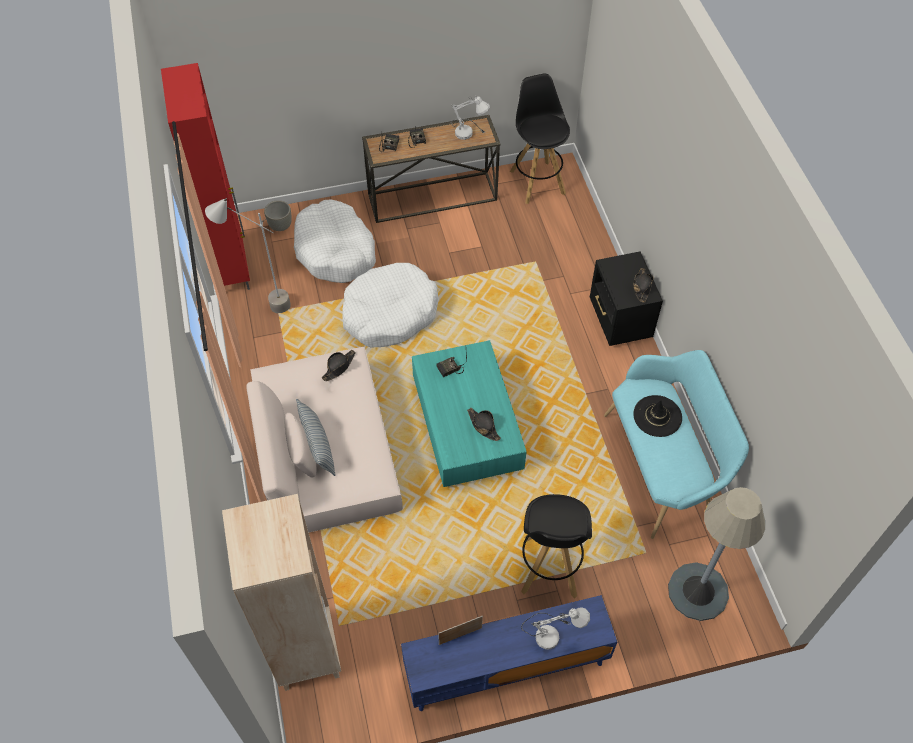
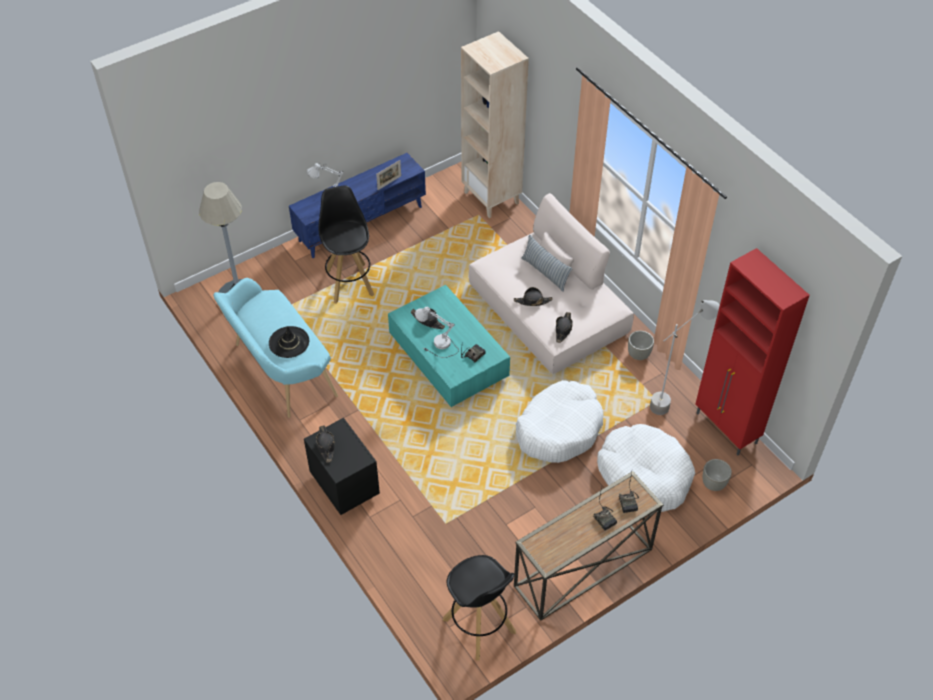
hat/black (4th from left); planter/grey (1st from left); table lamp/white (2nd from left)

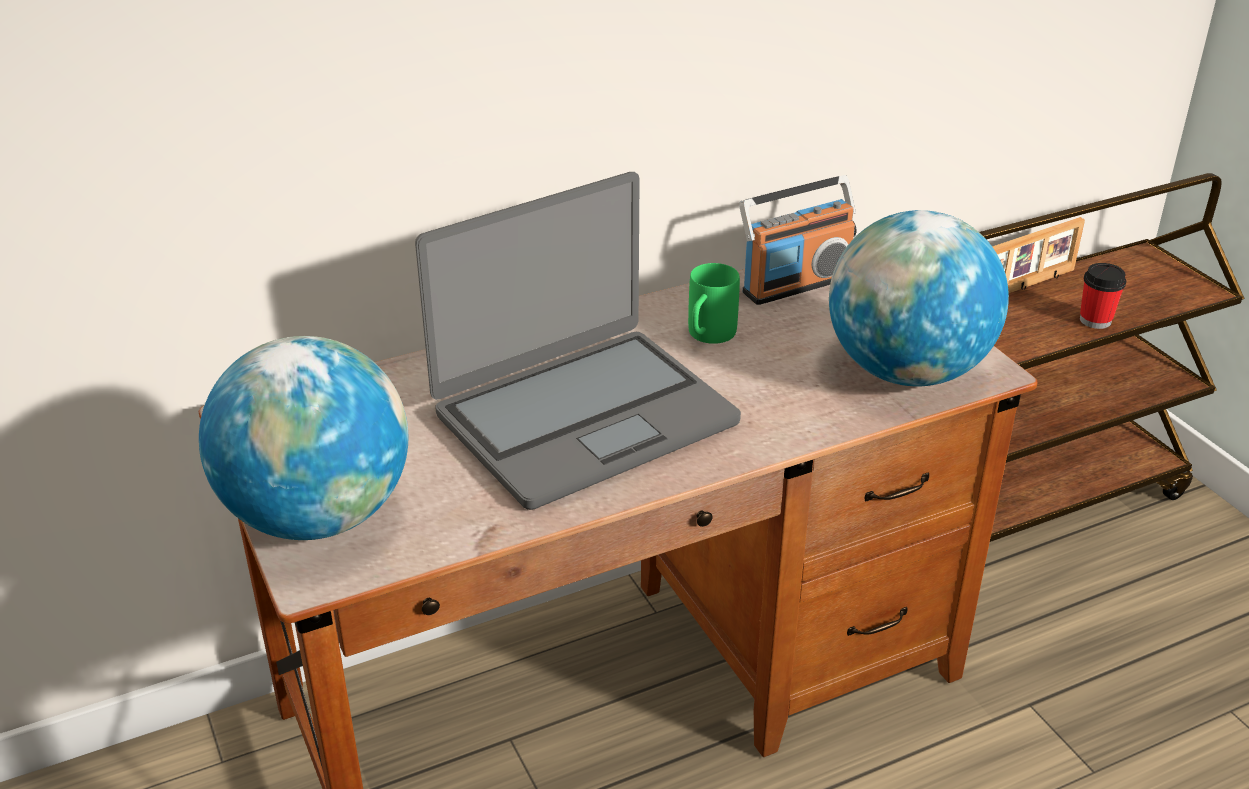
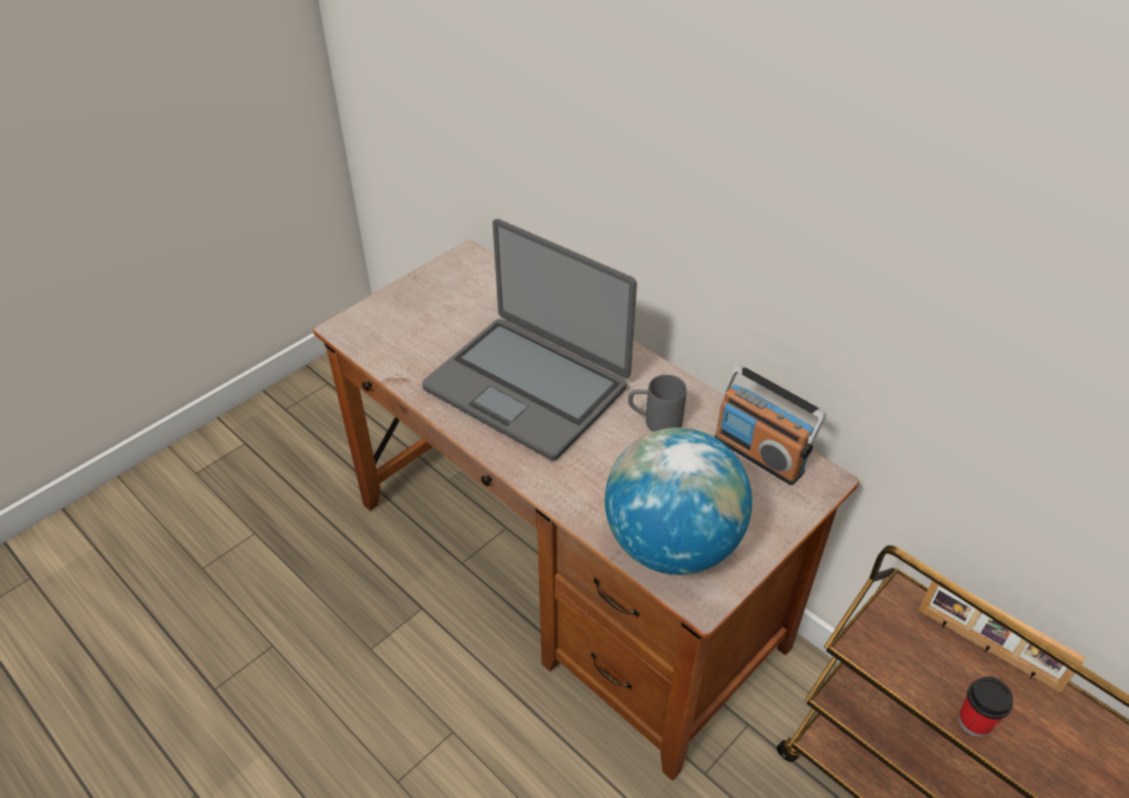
globe (1st from left in the first image); mug/grey

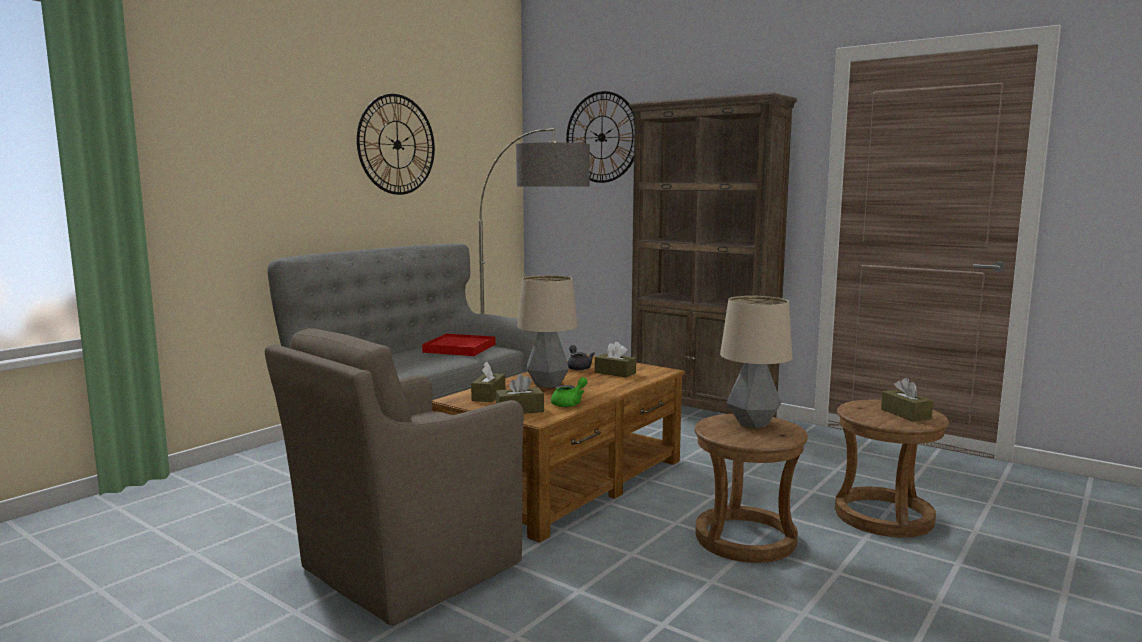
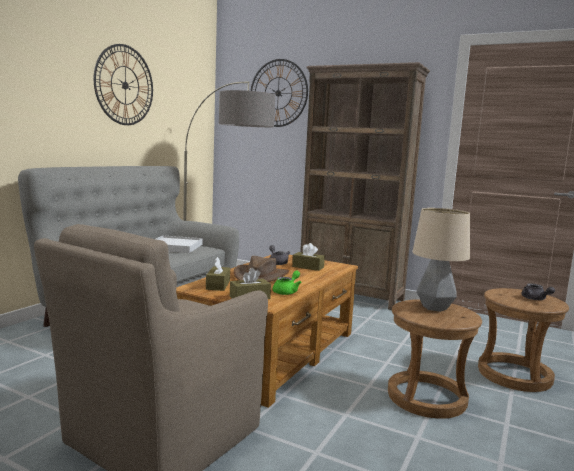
hat/brown; teapot/grey (2nd from left); tray/white

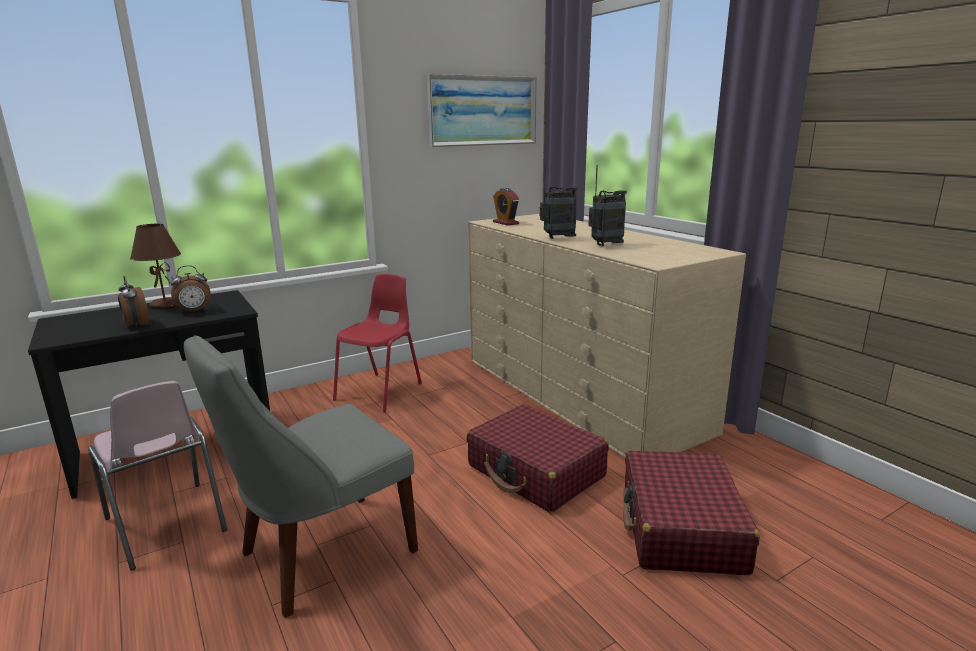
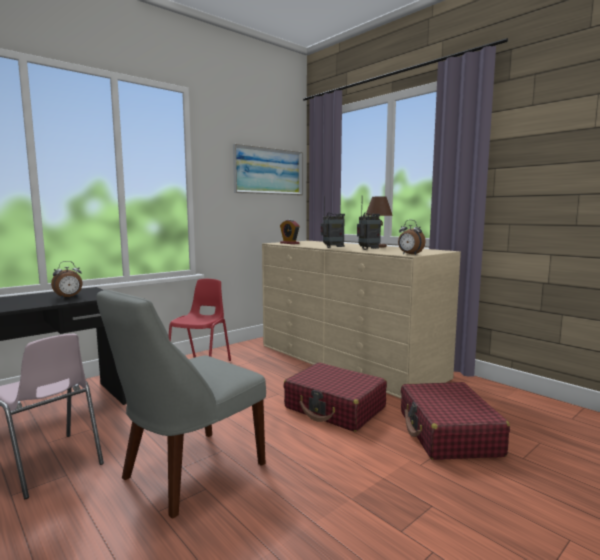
alarm clock (3rd from left); table lamp/brown

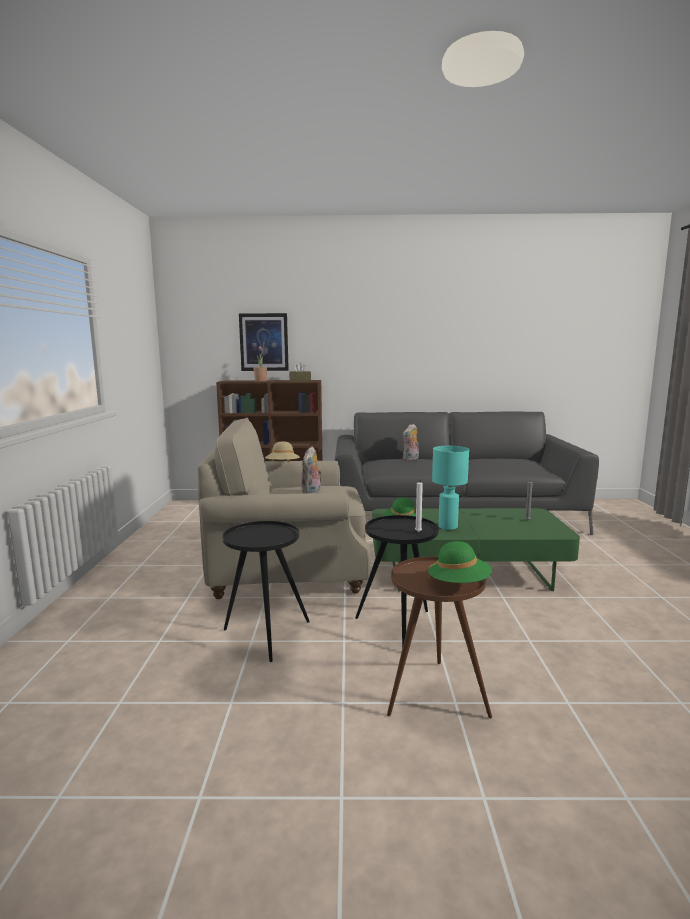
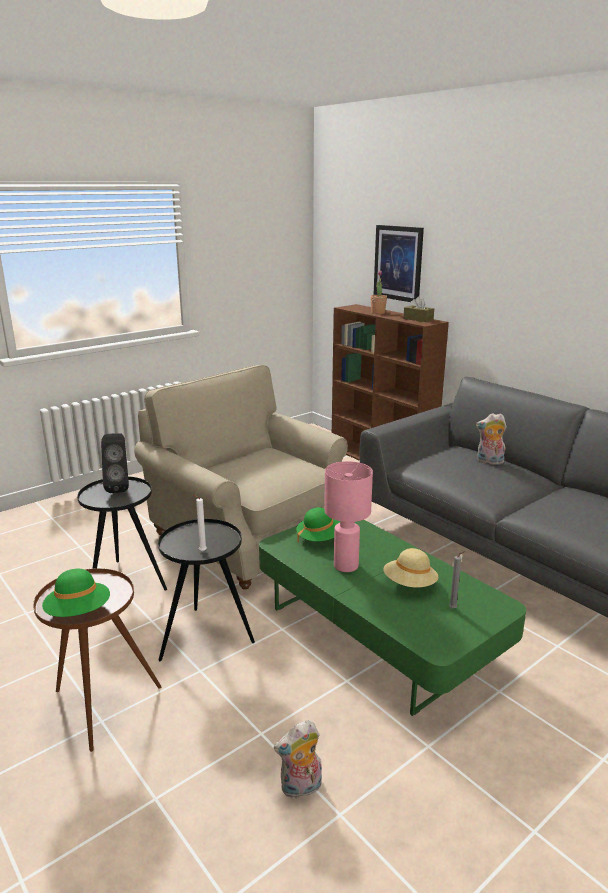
speaker/black; hat/beige; plush toy (1st from left); table lamp/pink

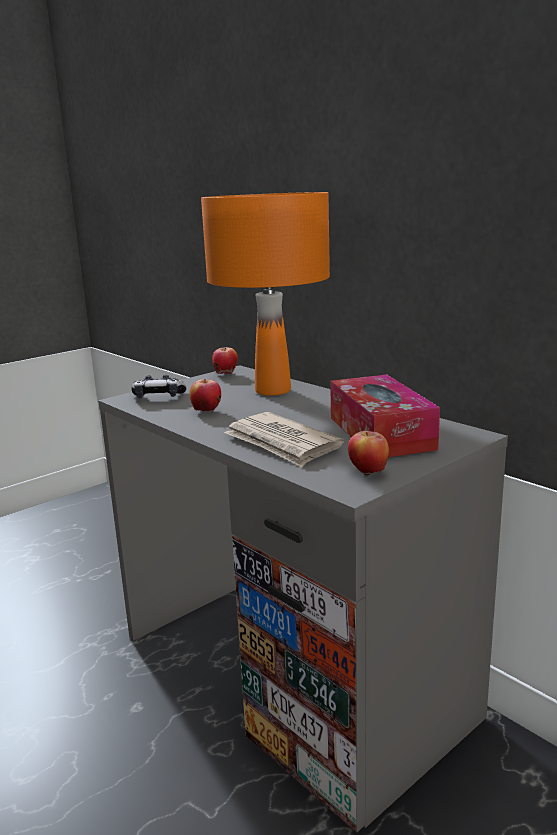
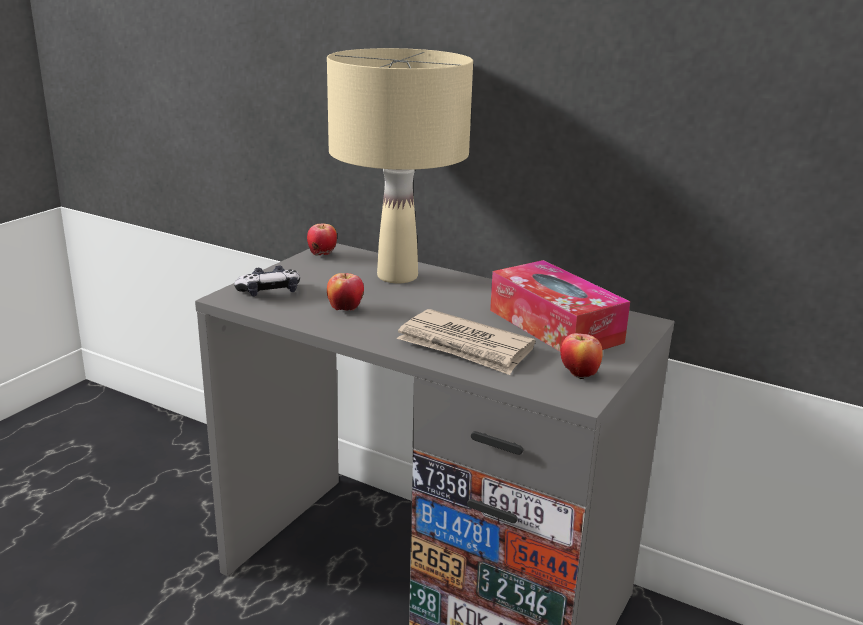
table lamp/beige

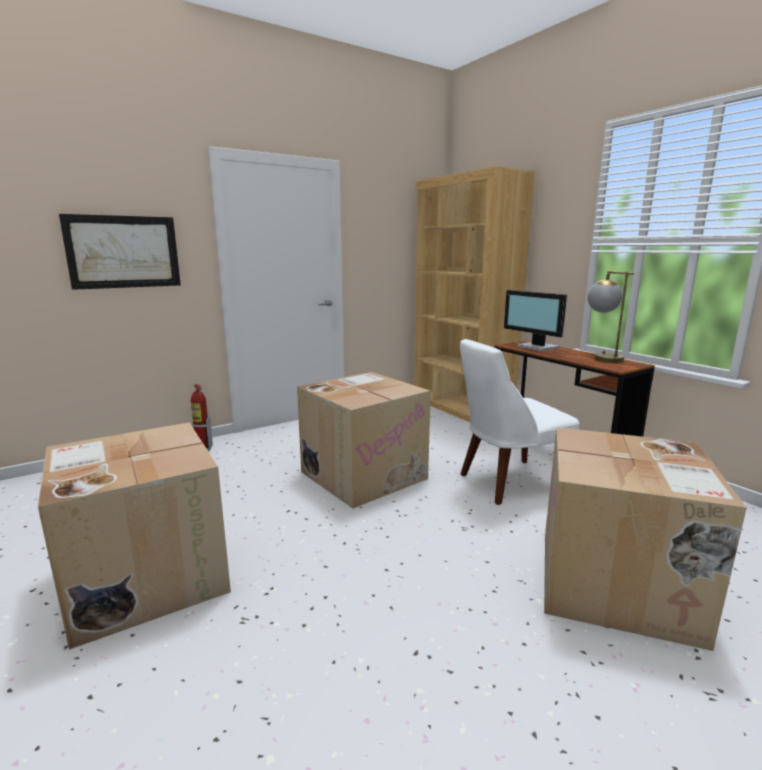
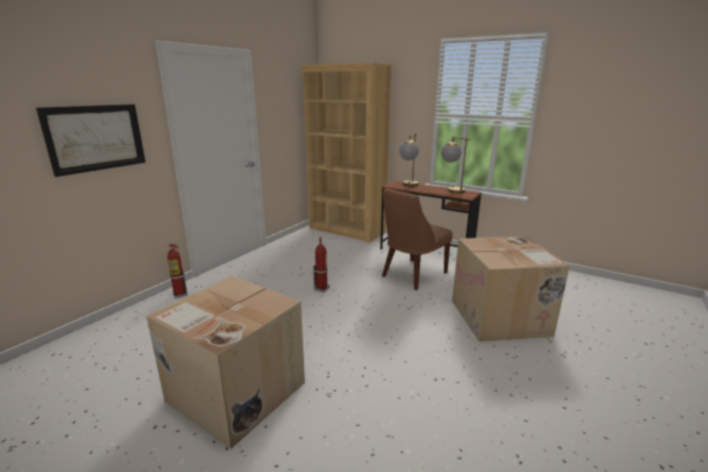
fire extinguisher (2nd from left); table lamp (1st from left); chair/brown

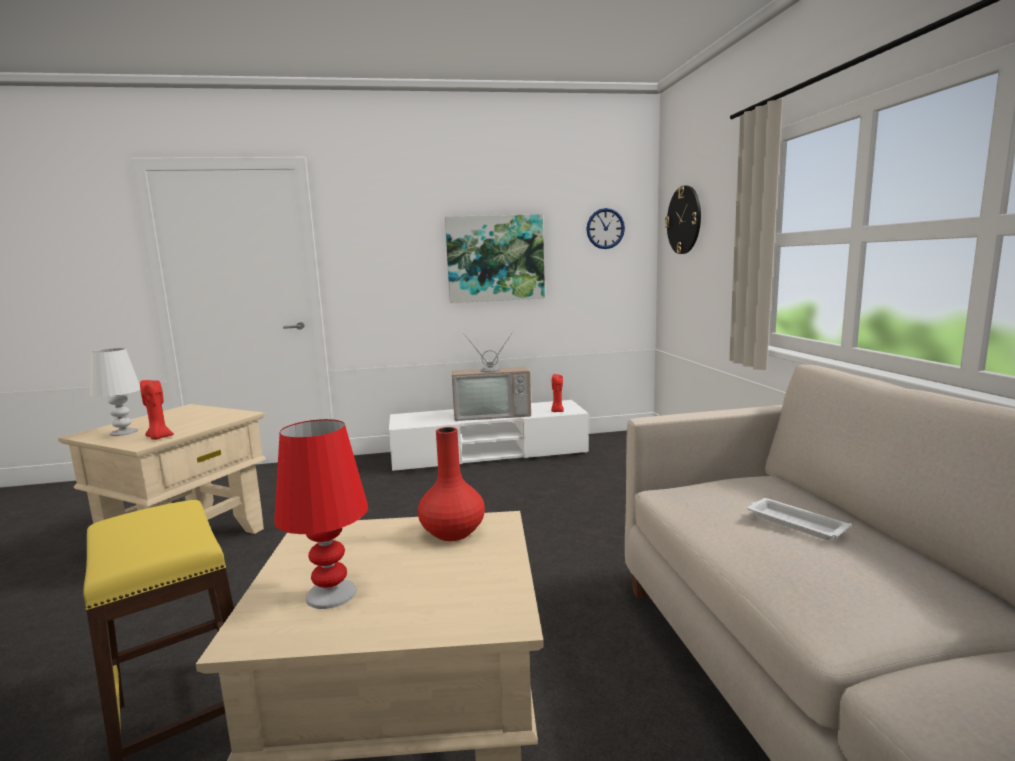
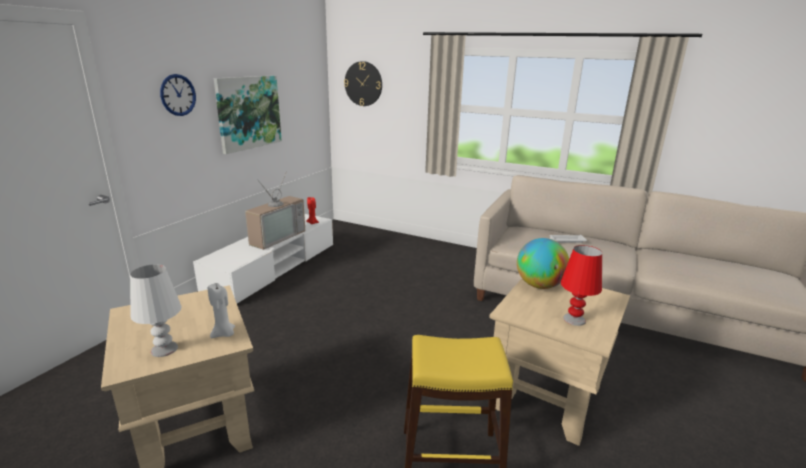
wall clock (1st from left); globe; candle/white

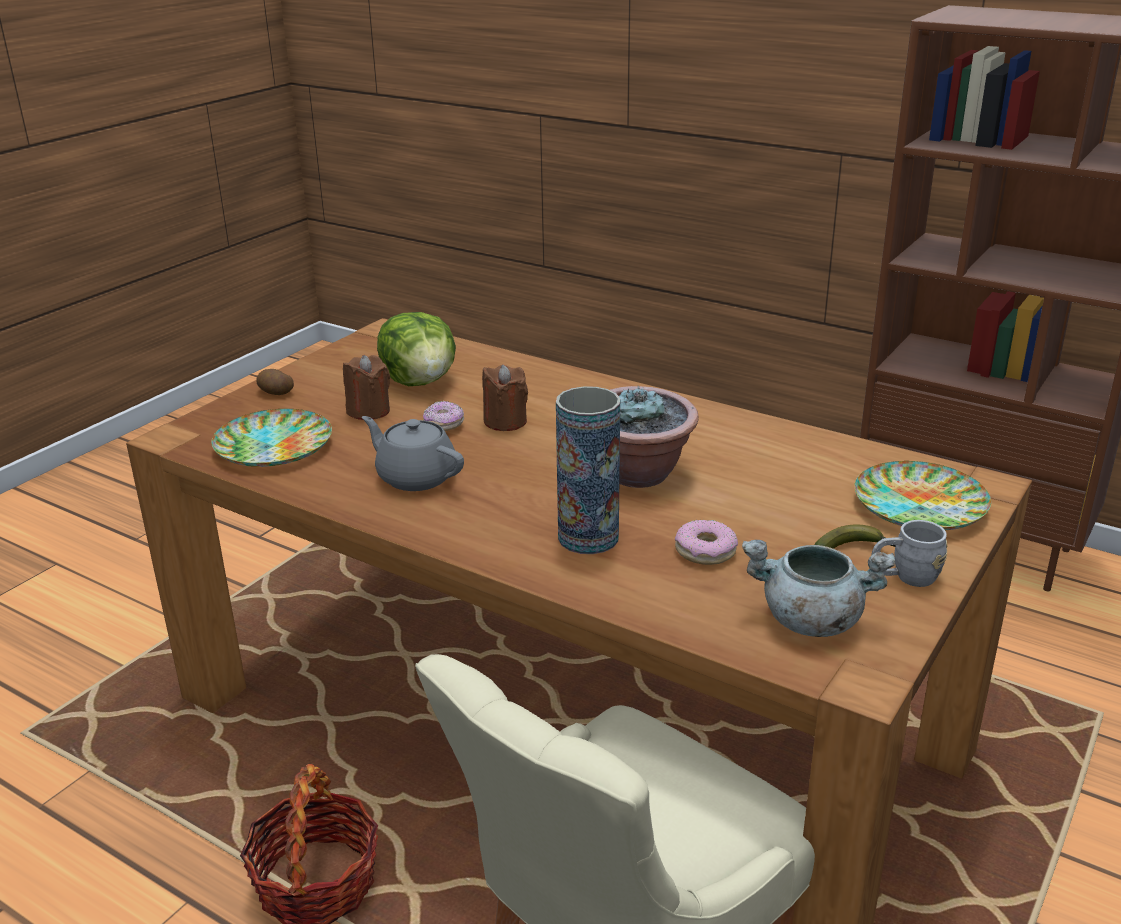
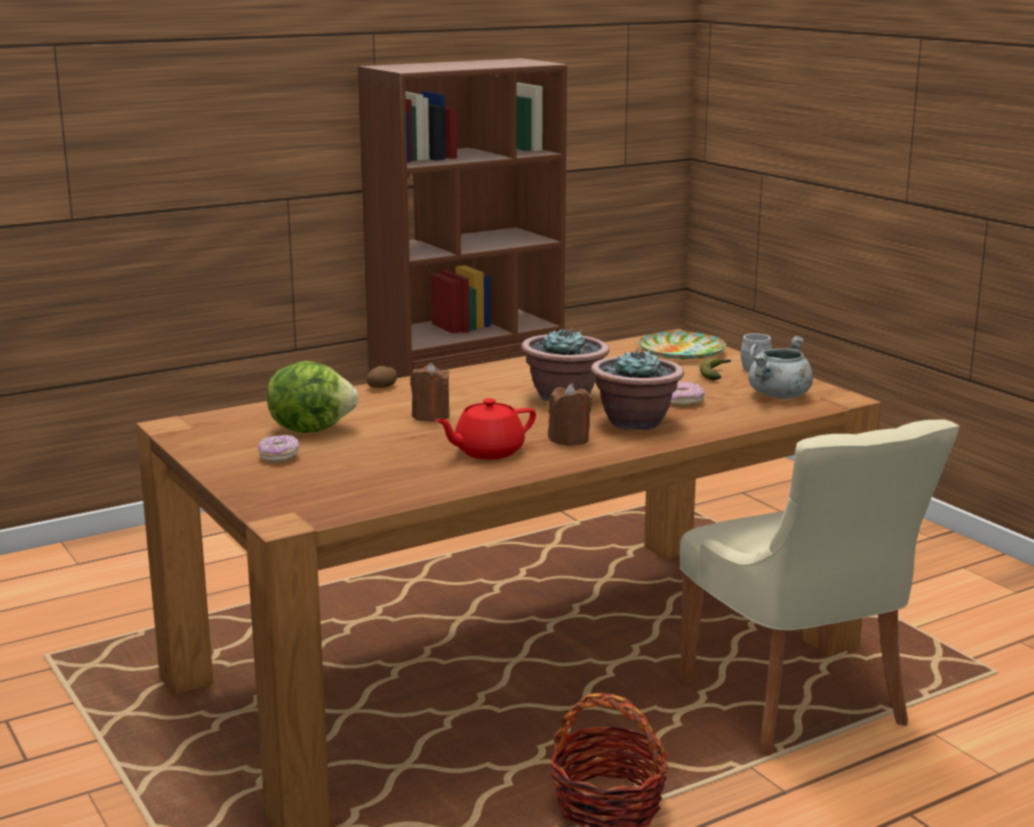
plate (1st from left in the first image); potato; candle/brown (2nd from left); donut (1st from left); potted plant (2nd from left); teapot/red

